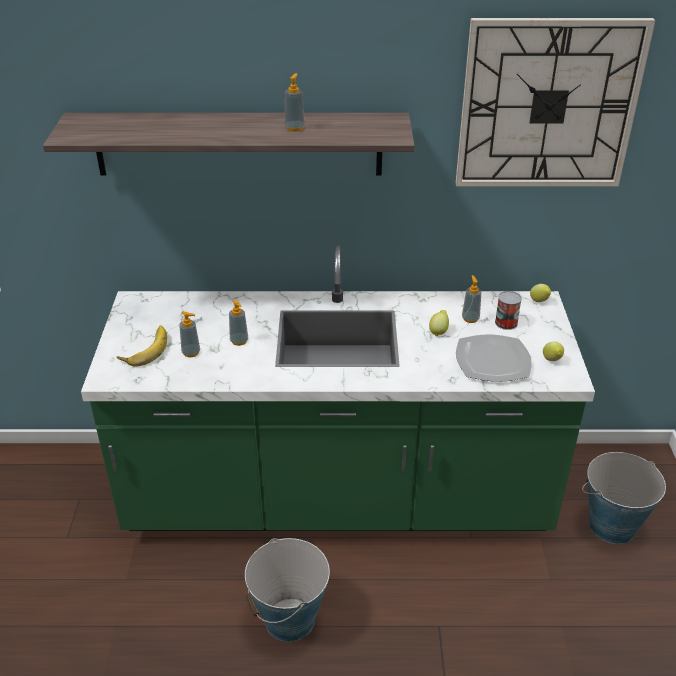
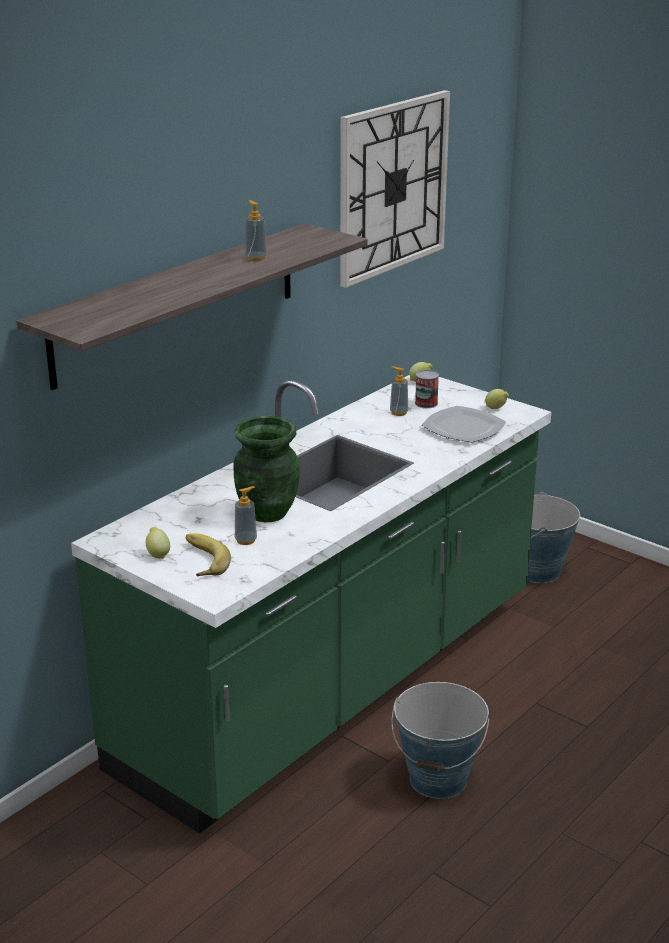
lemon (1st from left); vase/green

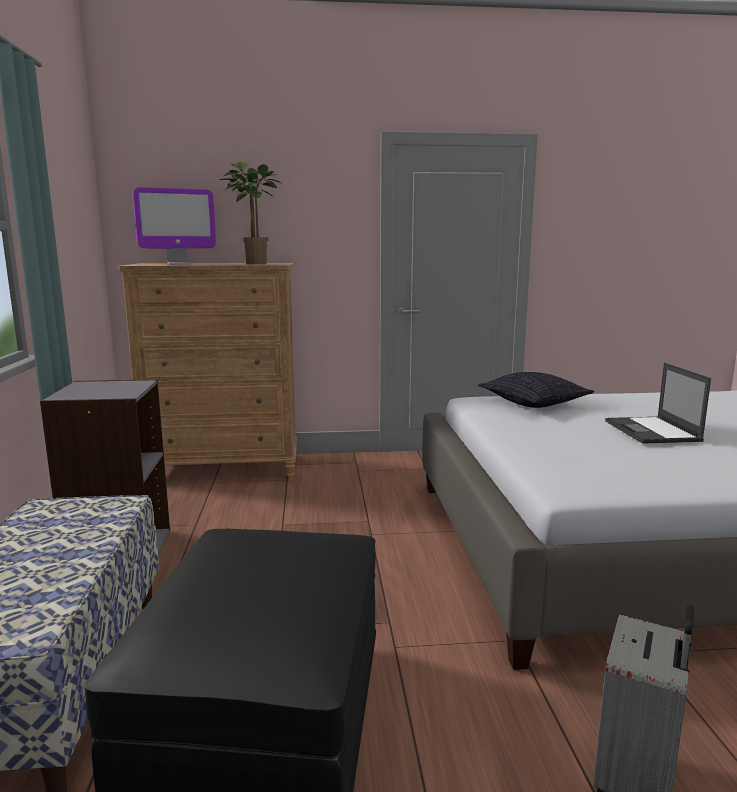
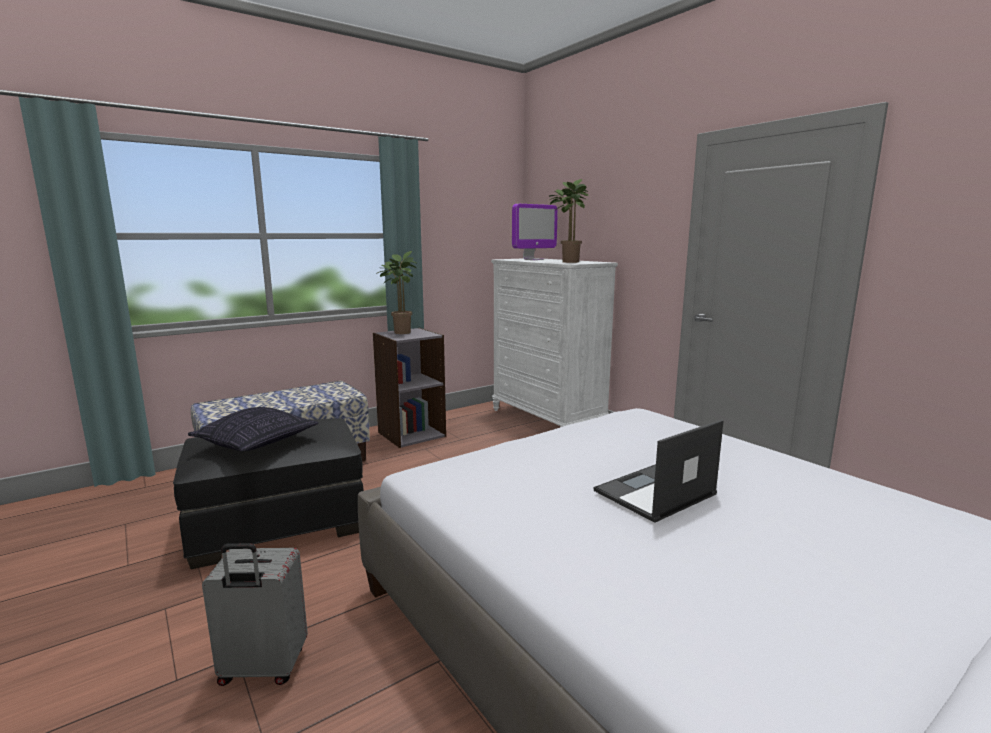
potted plant (1st from left); pillow; dresser/white; monitor

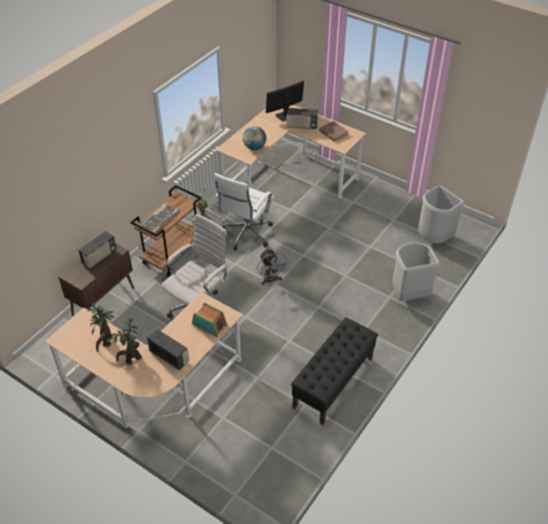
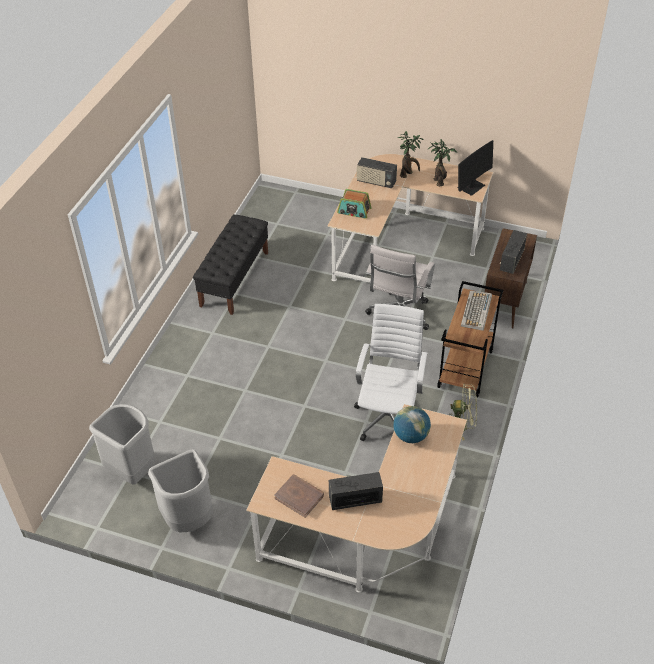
fan/grey; monitor; trash can/grey (2nd from left)

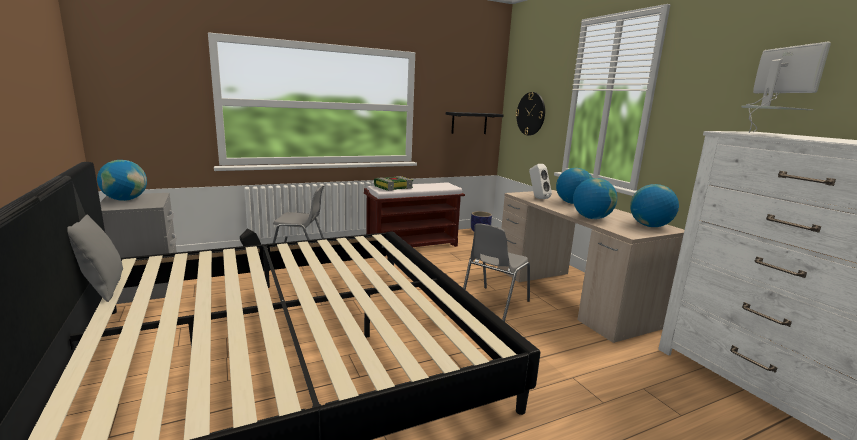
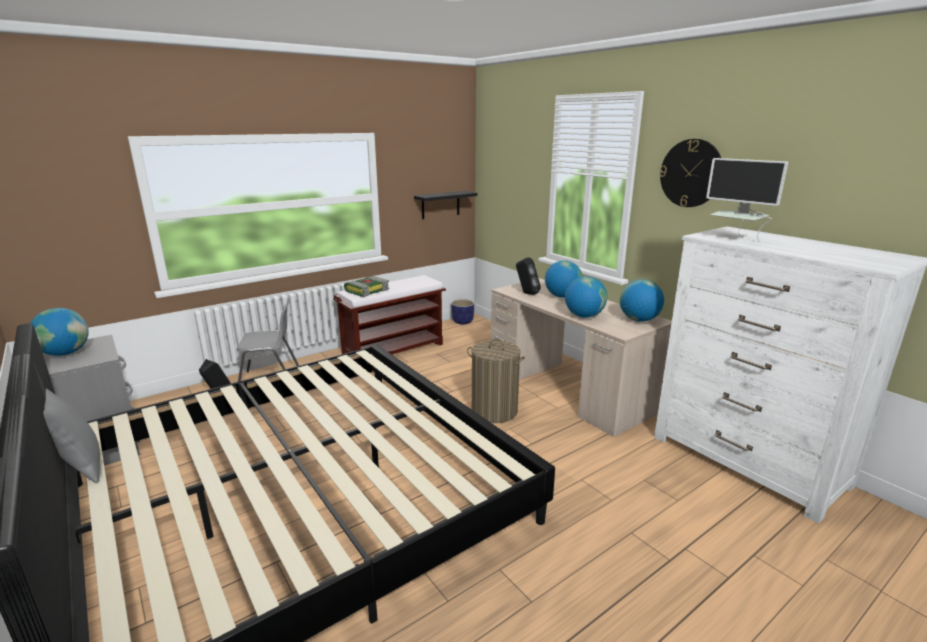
wall clock; laundry basket; speaker/black (2nd from left); monitor

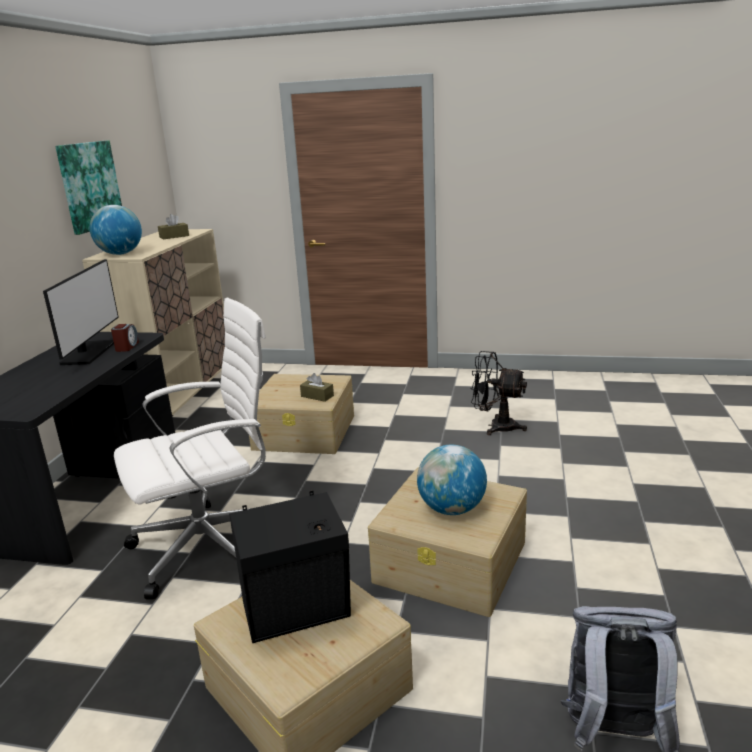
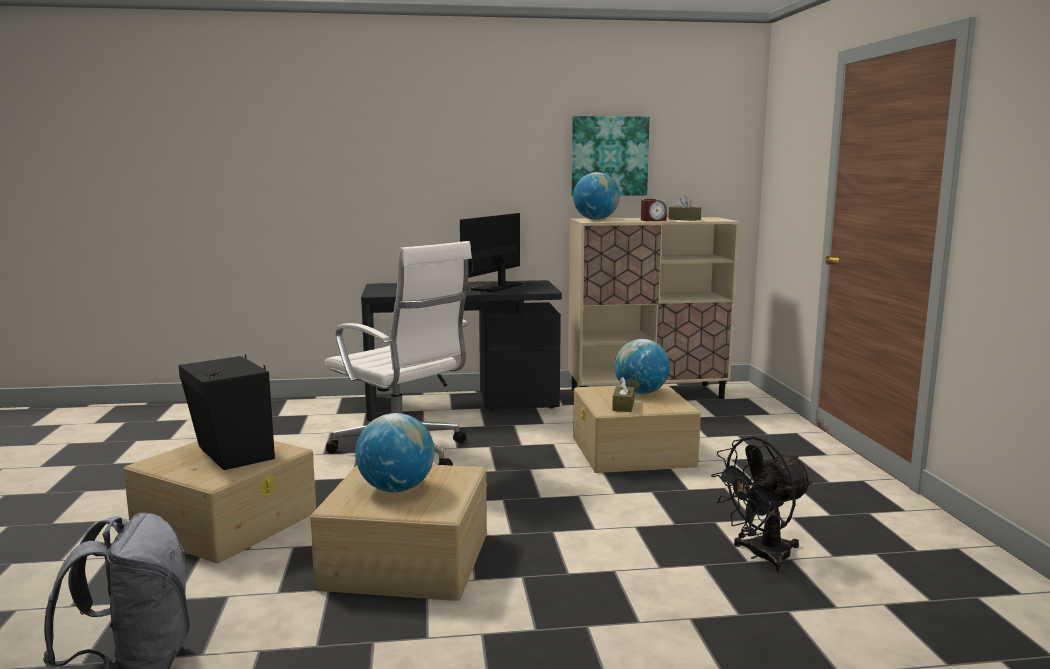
globe (3rd from left); alarm clock; monitor; fan/black

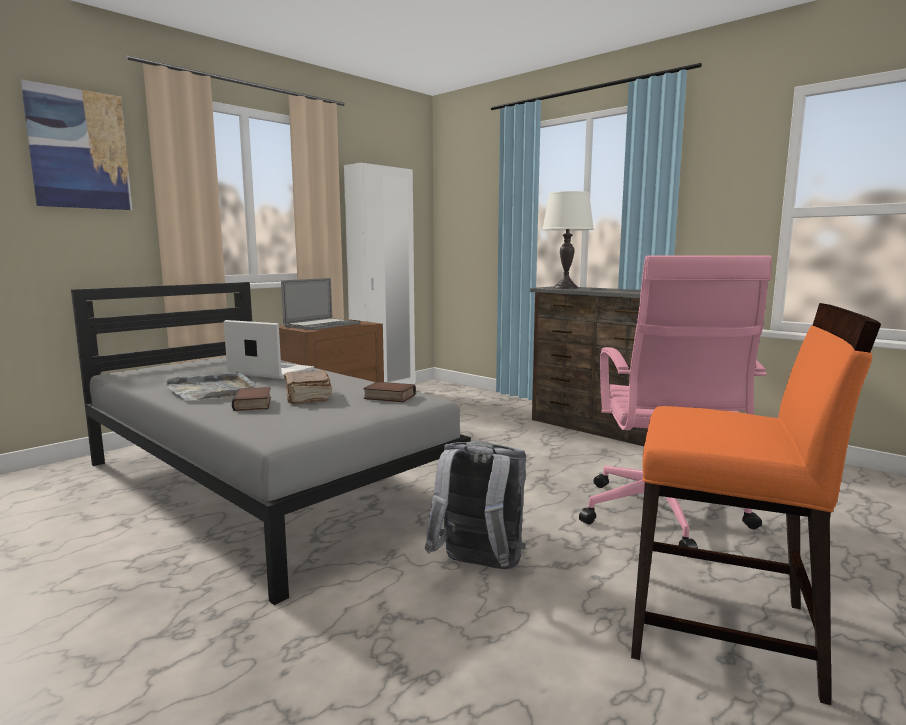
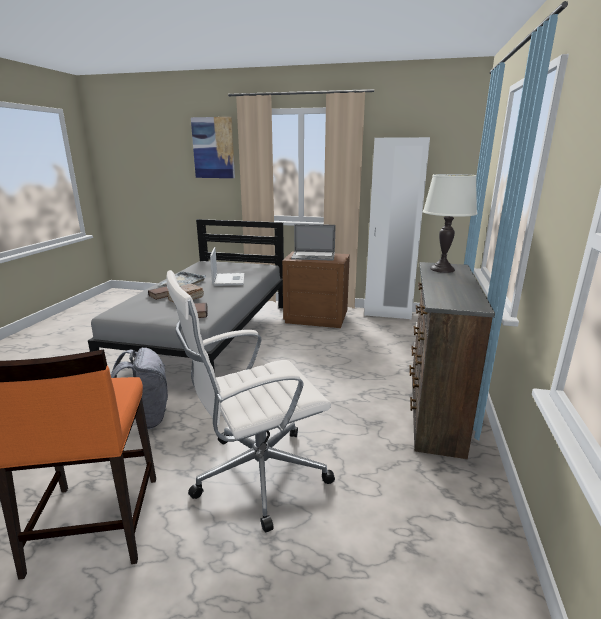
office chair/white

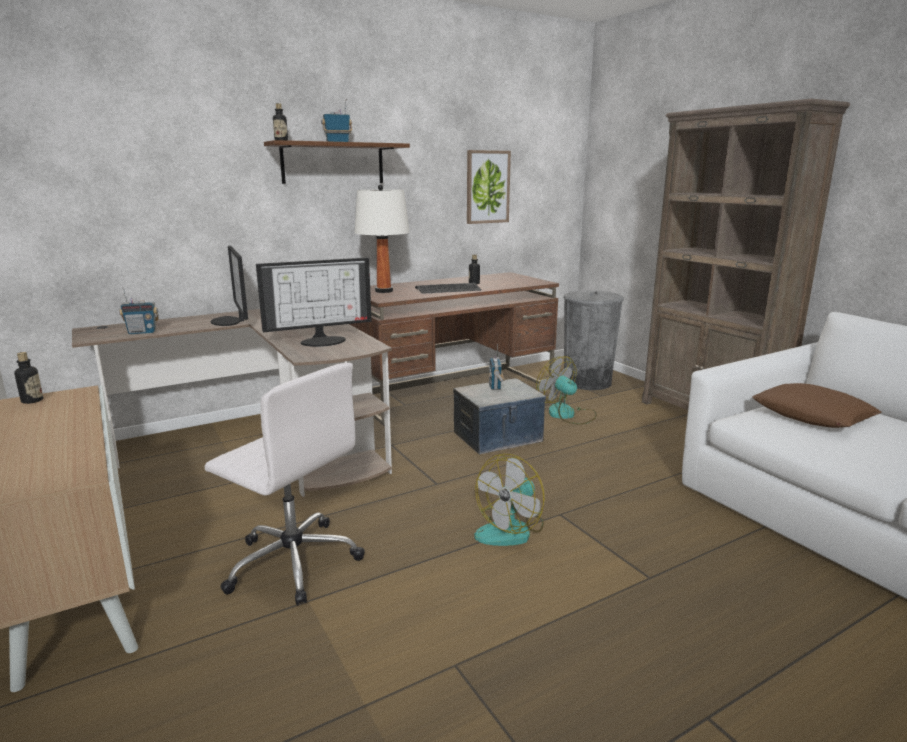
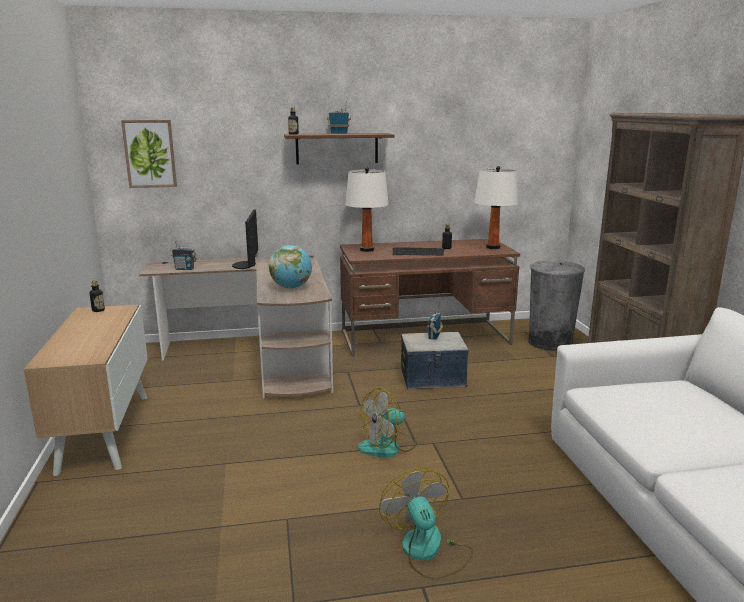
office chair/white; pillow/brown; table lamp/white (2nd from left); picture; fan (2nd from left); globe

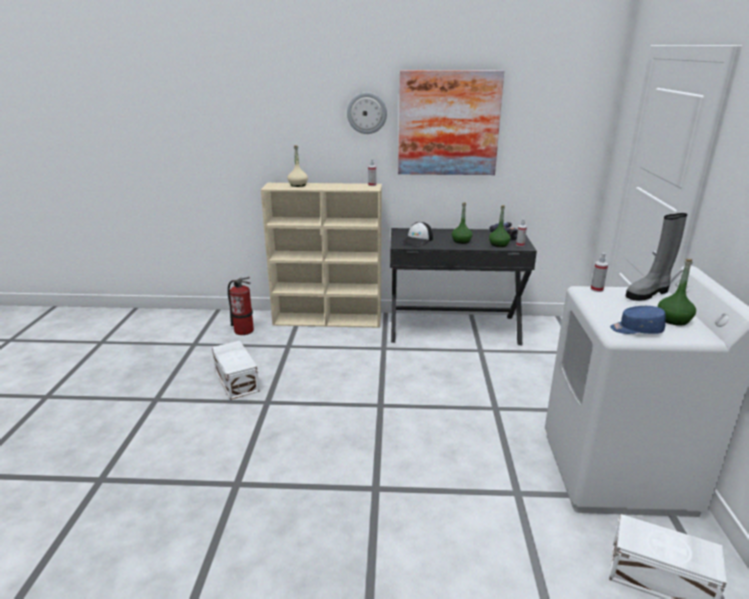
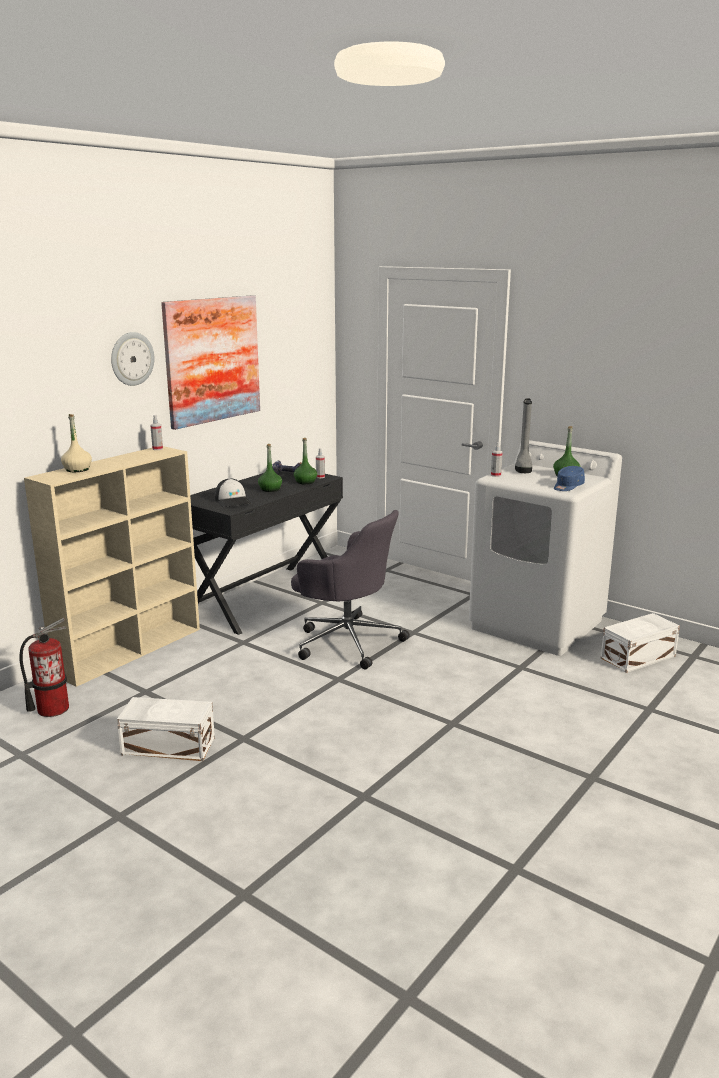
office chair/grey

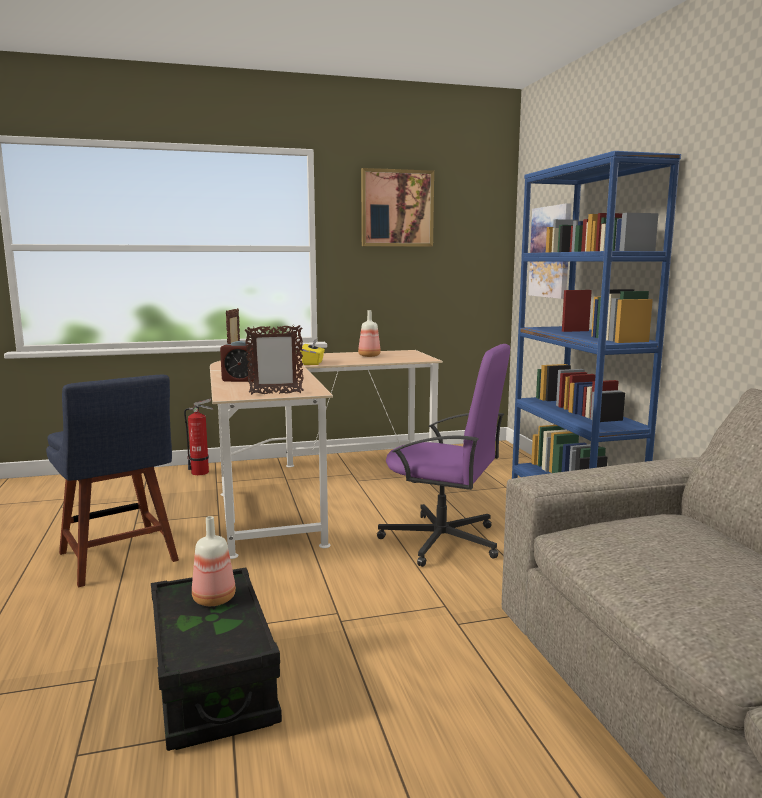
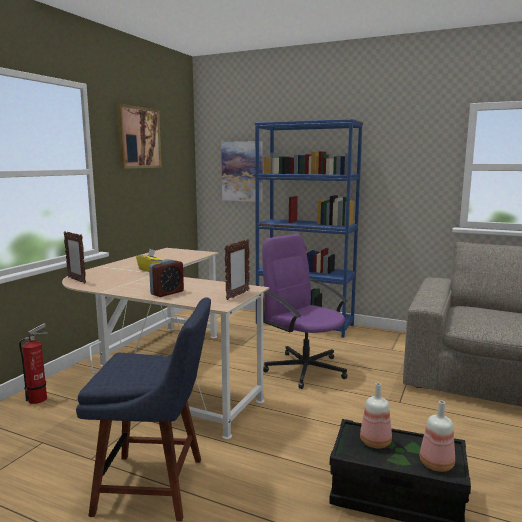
bottle (2nd from left); office chair/purple

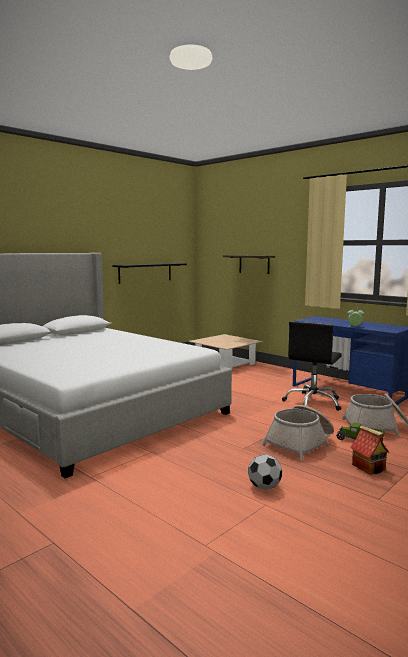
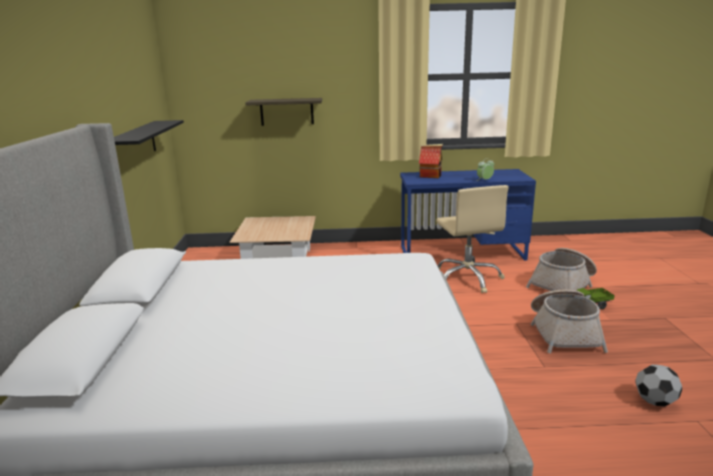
toy house; office chair/beige

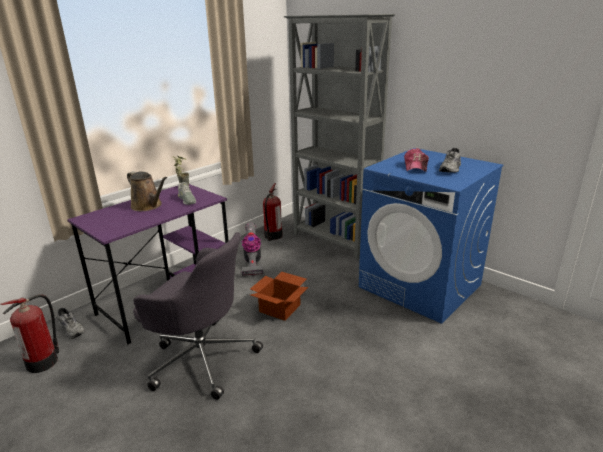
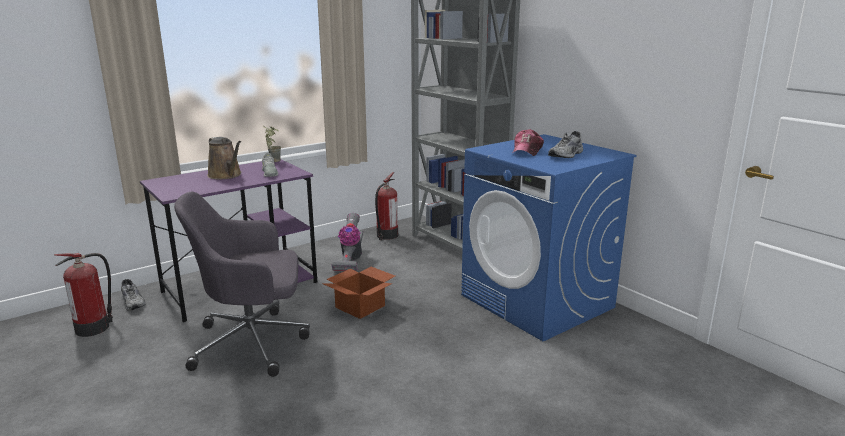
office chair/grey

